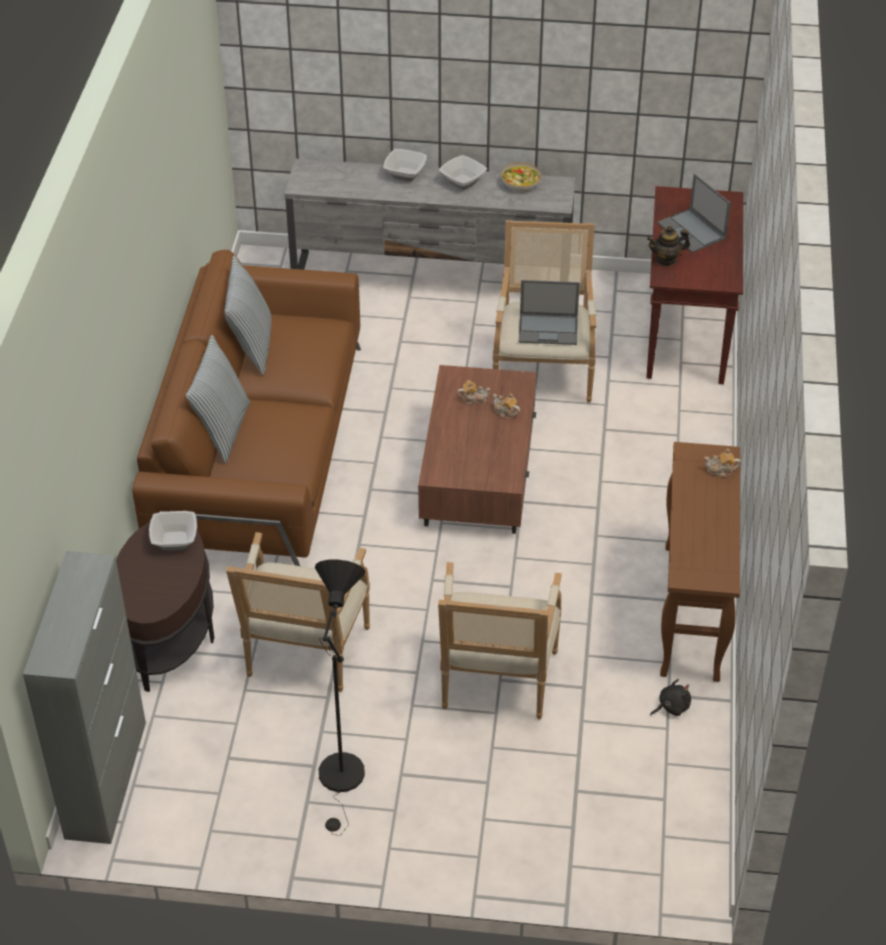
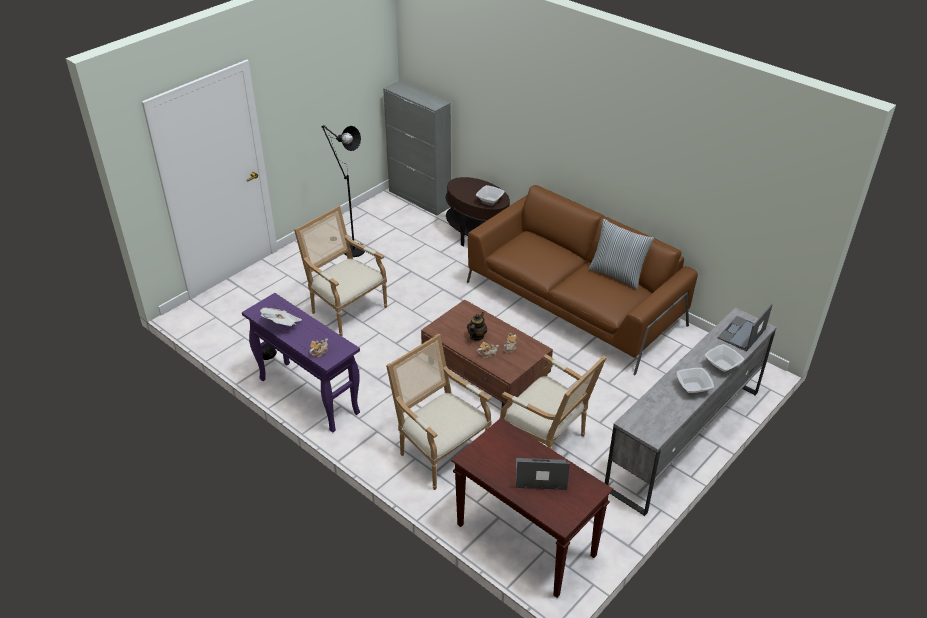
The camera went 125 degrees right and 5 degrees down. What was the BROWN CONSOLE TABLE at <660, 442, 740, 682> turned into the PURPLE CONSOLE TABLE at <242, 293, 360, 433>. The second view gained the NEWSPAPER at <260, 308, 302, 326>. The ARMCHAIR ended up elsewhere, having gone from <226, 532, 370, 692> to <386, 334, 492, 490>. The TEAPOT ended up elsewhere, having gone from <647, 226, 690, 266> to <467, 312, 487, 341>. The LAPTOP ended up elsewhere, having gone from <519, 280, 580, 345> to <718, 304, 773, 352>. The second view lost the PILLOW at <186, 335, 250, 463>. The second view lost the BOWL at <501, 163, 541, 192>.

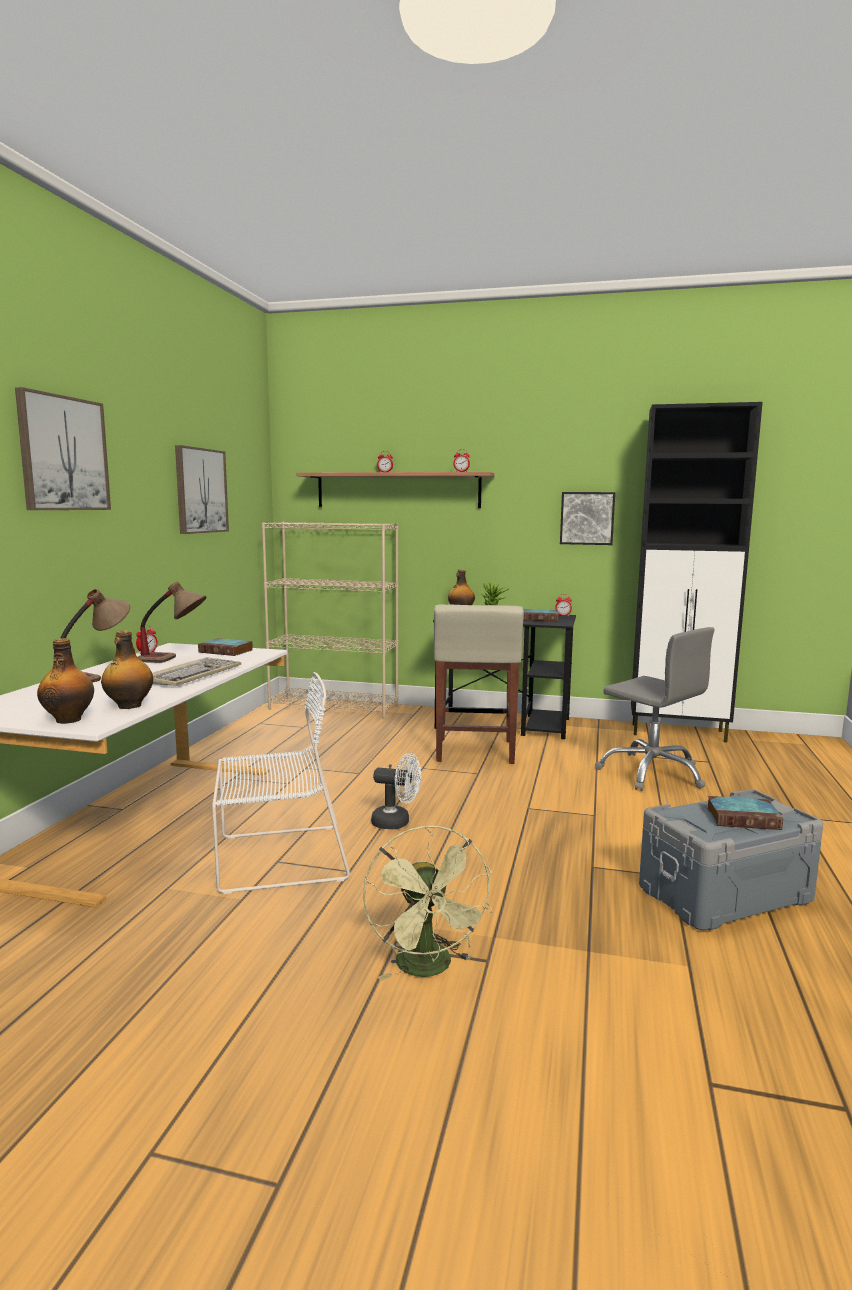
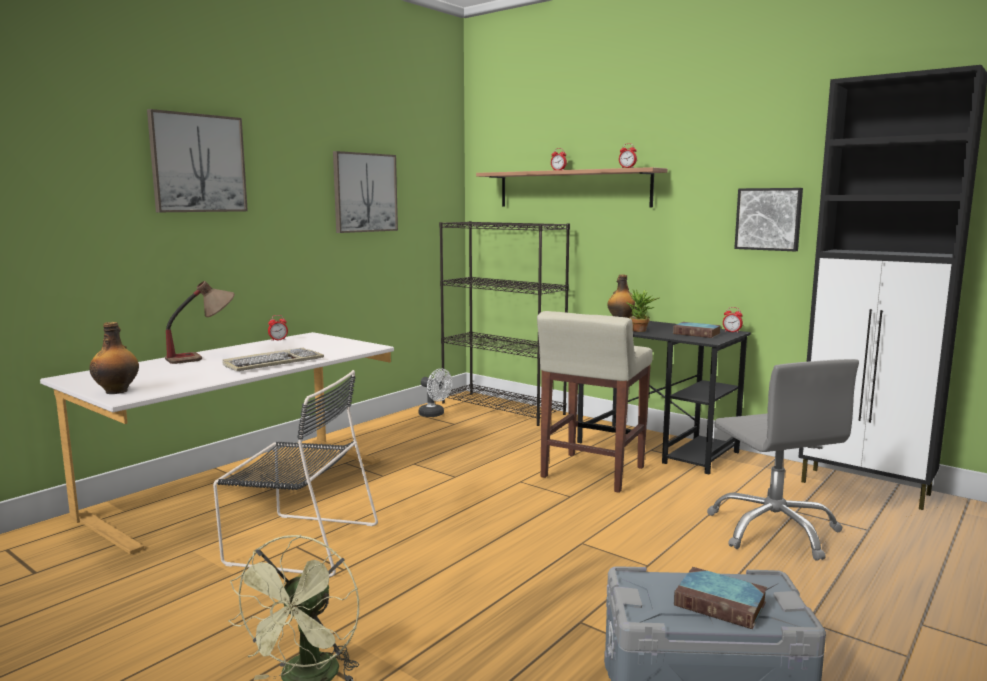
The camera went 25 degrees right and 0 degrees up. What was the WHITE CHAIR at <212, 672, 350, 894> turned into the BLACK CHAIR at <213, 370, 378, 577>. The WHITE FAN ended up elsewhere, having gone from <371, 753, 421, 829> to <418, 368, 452, 417>. What was the BEIGE BOOKCASE at <261, 522, 399, 719> turned into the BLACK BOOKCASE at <439, 221, 570, 426>. The second view lost the BOTTLE at <101, 630, 153, 709>. The second view lost the TABLE LAMP at <138, 582, 207, 663>. The second view lost the BOOK at <198, 638, 253, 656>.

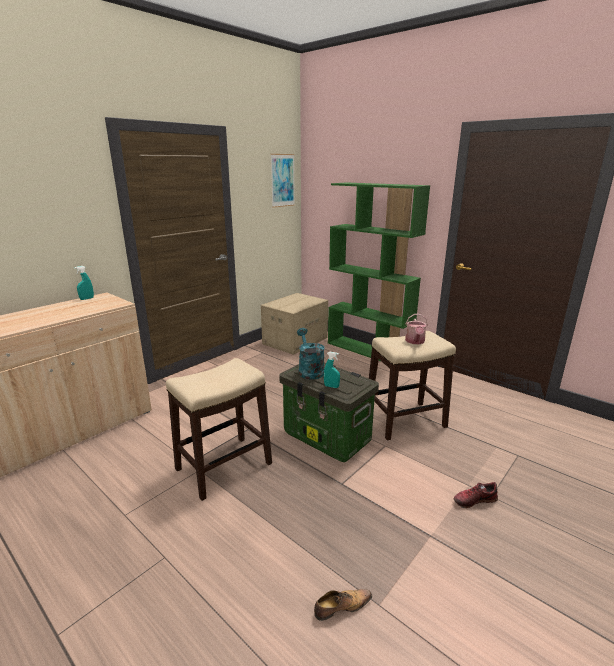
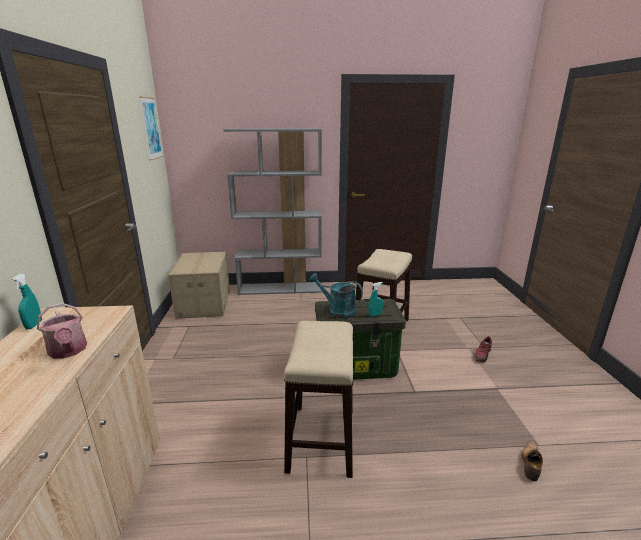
The camera went 45 degrees left and 0 degrees up. The WATERING CAN ended up elsewhere, having gone from <405, 314, 428, 344> to <37, 303, 87, 359>. What was the GREEN BOOKCASE at <328, 182, 430, 361> turned into the GREY BOOKCASE at <223, 128, 322, 295>.

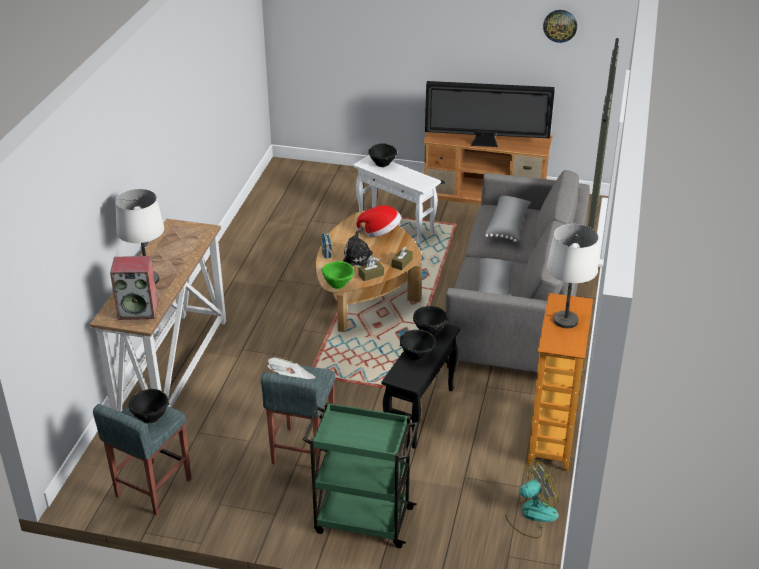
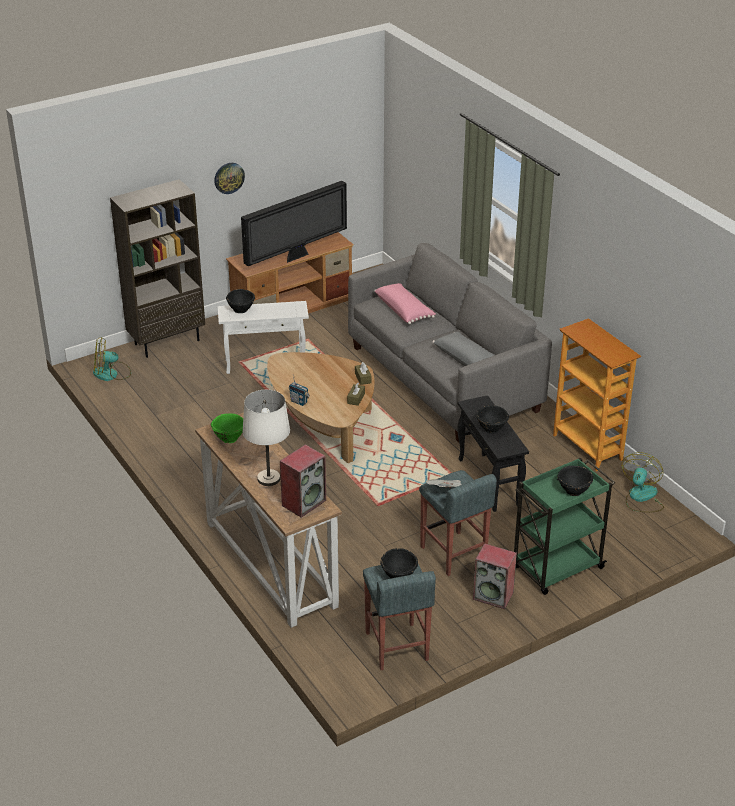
The camera went 45 degrees left and 0 degrees up. The second view gained the FAN at <93, 337, 131, 381>. The second view gained the BROWN BOOKCASE at <110, 179, 205, 358>. The GREEN BOWL ended up elsewhere, having gone from <322, 261, 354, 289> to <211, 413, 243, 443>. The WALL CLOCK ended up elsewhere, having gone from <543, 10, 577, 43> to <214, 163, 245, 194>. What was the GREY PILLOW at <485, 195, 531, 242> turned into the PINK PILLOW at <374, 283, 436, 324>. The second view gained the SPEAKER at <473, 543, 517, 609>. The BLACK BOWL ended up elsewhere, having gone from <413, 306, 448, 336> to <557, 466, 593, 496>. The second view lost the PLUSH TOY at <343, 231, 382, 266>. The second view lost the HAT at <356, 205, 401, 237>. The second view lost the WHITE TABLE LAMP at <546, 224, 599, 328>.

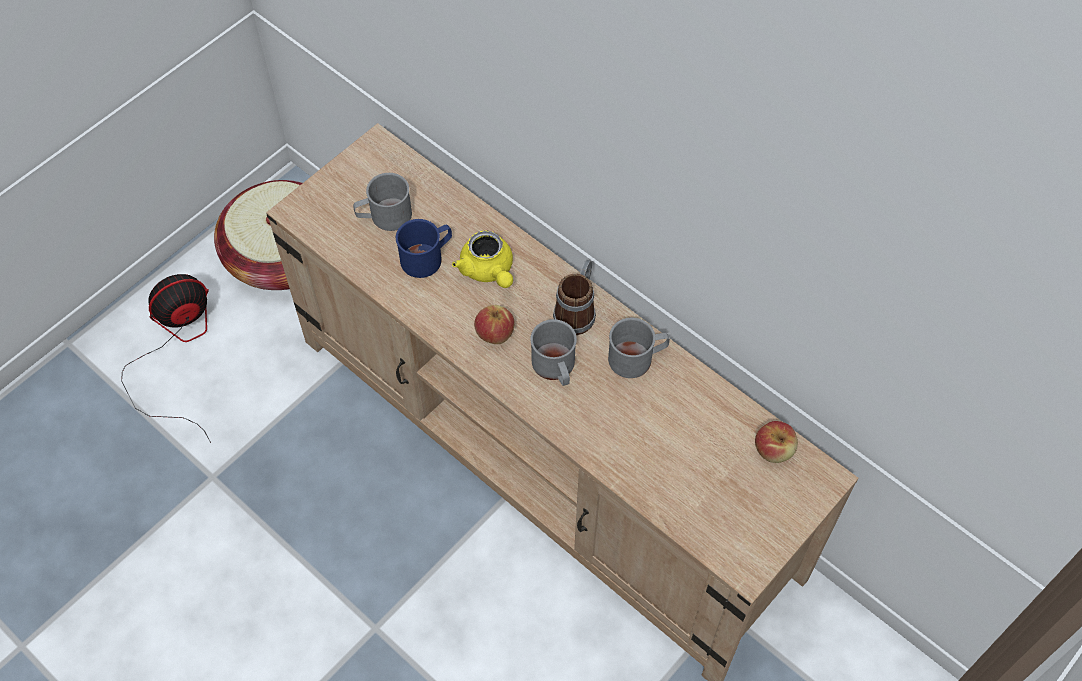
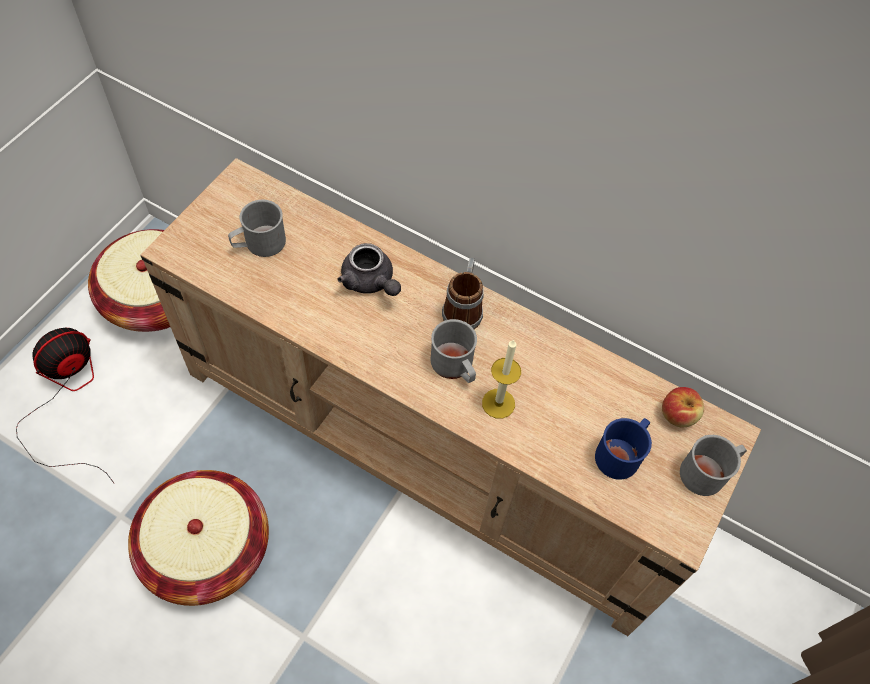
The camera went 15 degrees left and 0 degrees up. The second view gained the BASKET at <128, 470, 269, 606>. What was the YELLOW TEAPOT at <452, 230, 513, 288> turned into the GREY TEAPOT at <338, 243, 401, 296>. The second view gained the CANDLE at <482, 339, 521, 419>. The BLUE MUG ended up elsewhere, having gone from <396, 219, 452, 278> to <595, 418, 652, 480>. The GREY MUG ended up elsewhere, having gone from <608, 318, 670, 378> to <680, 435, 747, 496>. The second view lost the APPLE at <474, 305, 515, 344>.

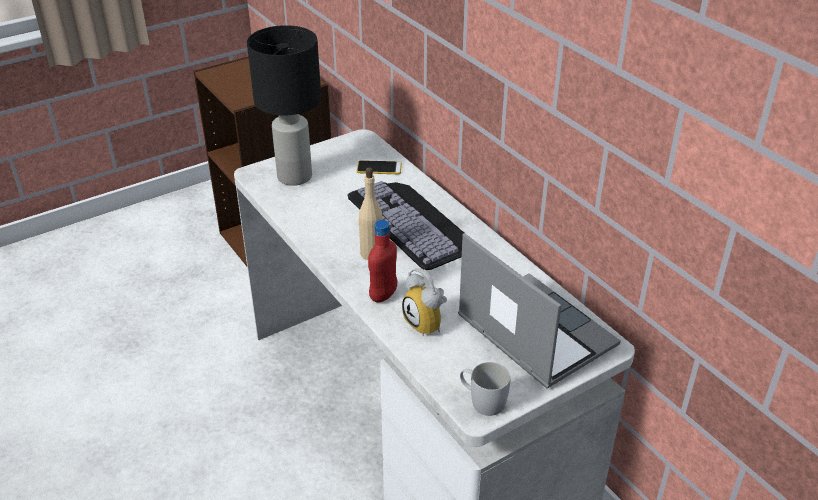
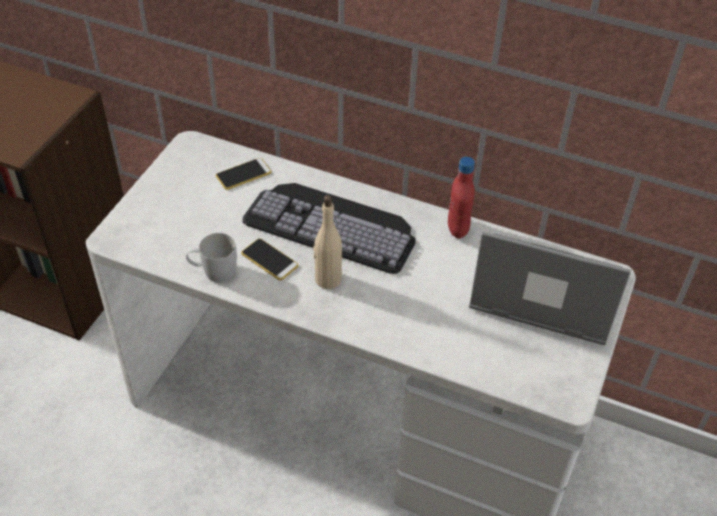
The camera went 35 degrees left and 10 degrees up. The WHITE MUG ended up elsewhere, having gone from <460, 362, 511, 416> to <186, 233, 237, 282>. The second view gained the PHONE at <241, 238, 299, 280>. The RED BOTTLE ended up elsewhere, having gone from <368, 220, 397, 303> to <448, 157, 475, 238>. The second view lost the BLACK TABLE LAMP at <247, 25, 321, 186>. The second view lost the ALARM CLOCK at <402, 268, 447, 336>.

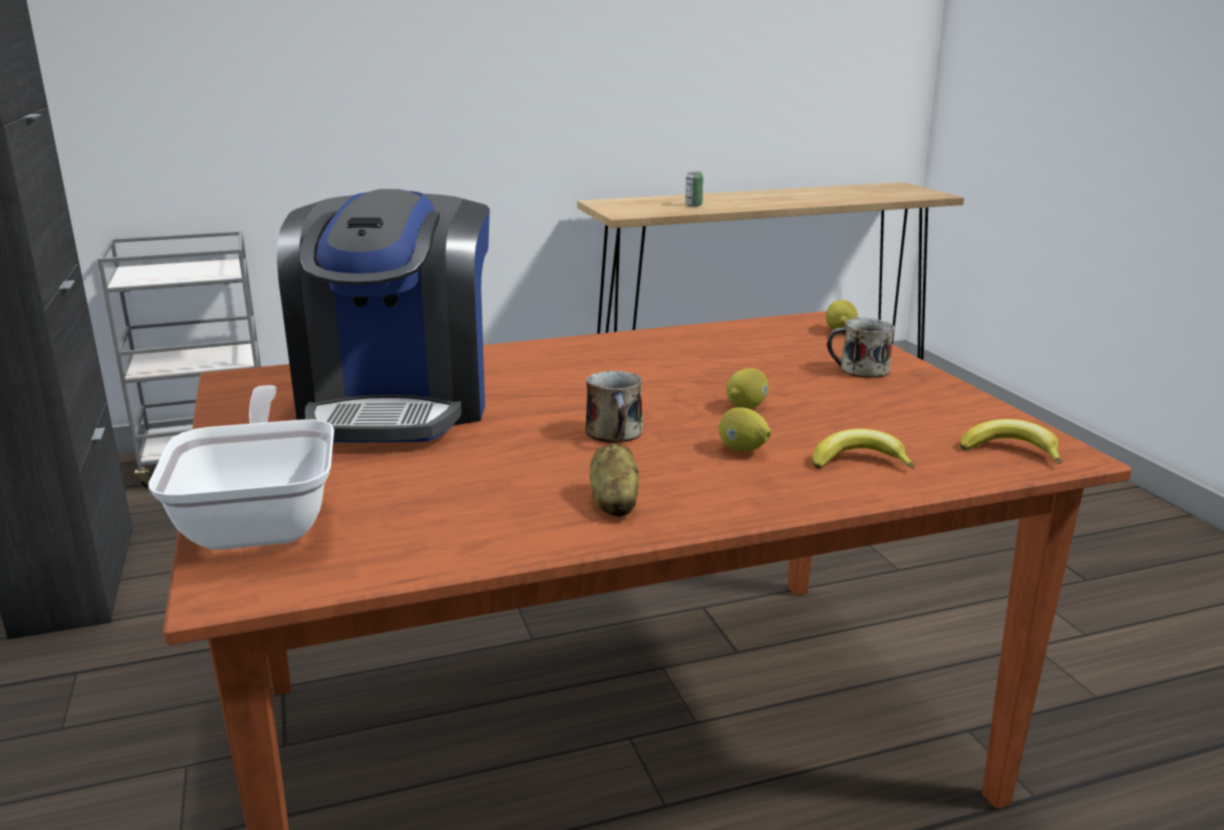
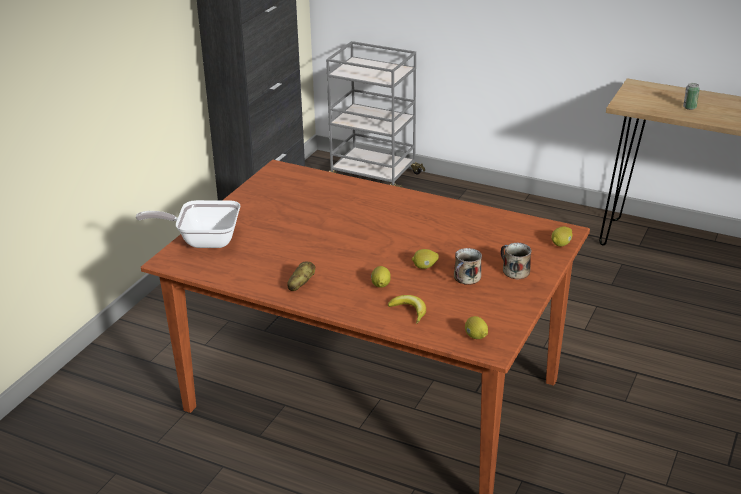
The camera went 45 degrees right and 10 degrees up. The FRYING PAN at <148, 385, 334, 550> ended up facing another way, 120 degrees counterclockwise from before. The MUG ended up elsewhere, having gone from <586, 371, 643, 443> to <454, 248, 482, 285>. Where the BANANA stood at <960, 419, 1062, 464>, the LEMON came to stand at <465, 316, 488, 339>. The second view lost the COFFEE MACHINE at <277, 189, 490, 442>.

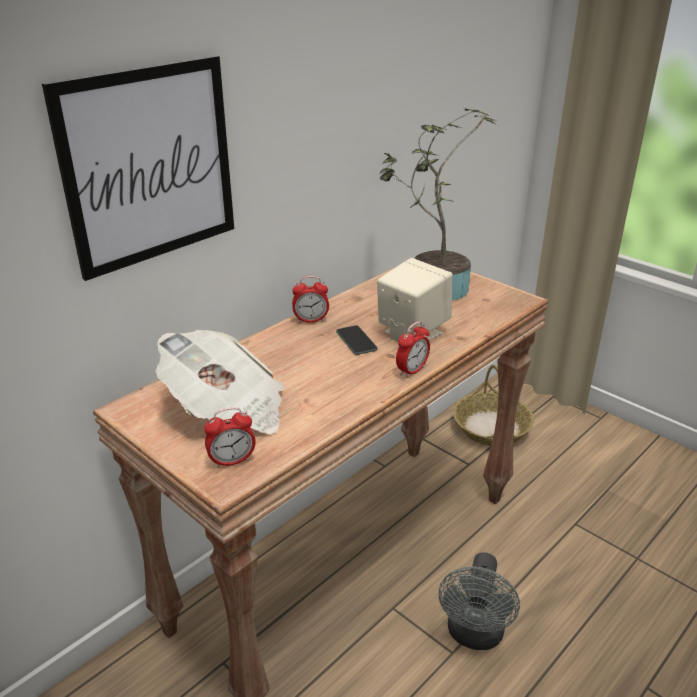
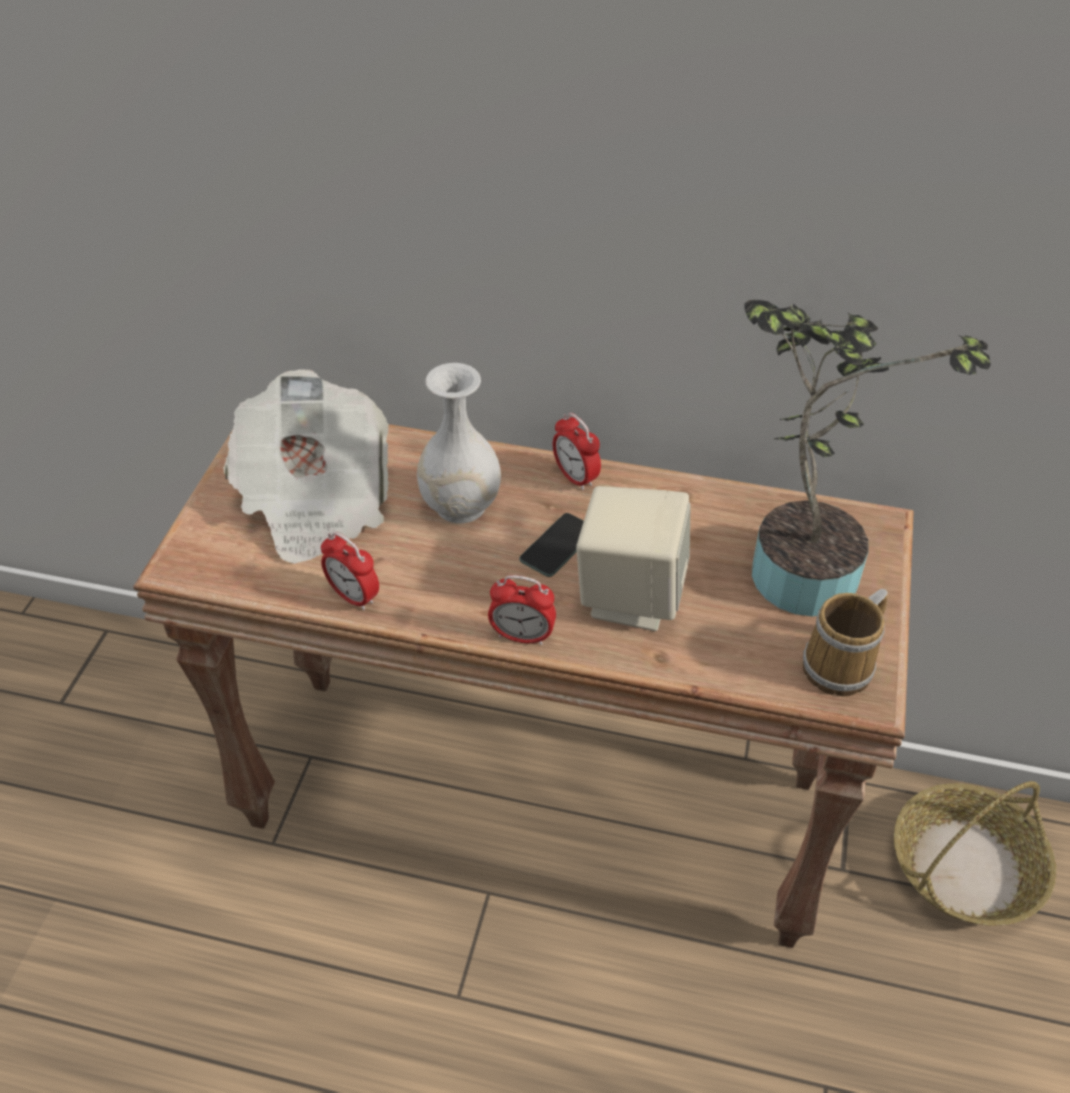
The camera went 60 degrees right and 15 degrees up. The ALARM CLOCK ended up elsewhere, having gone from <204, 407, 256, 468> to <321, 532, 379, 610>. The second view gained the WHITE VASE at <417, 363, 501, 524>. The second view gained the MUG at <803, 589, 887, 696>. The second view lost the PICTURE at <42, 56, 234, 281>. The second view lost the GREY FAN at <439, 552, 520, 650>.

